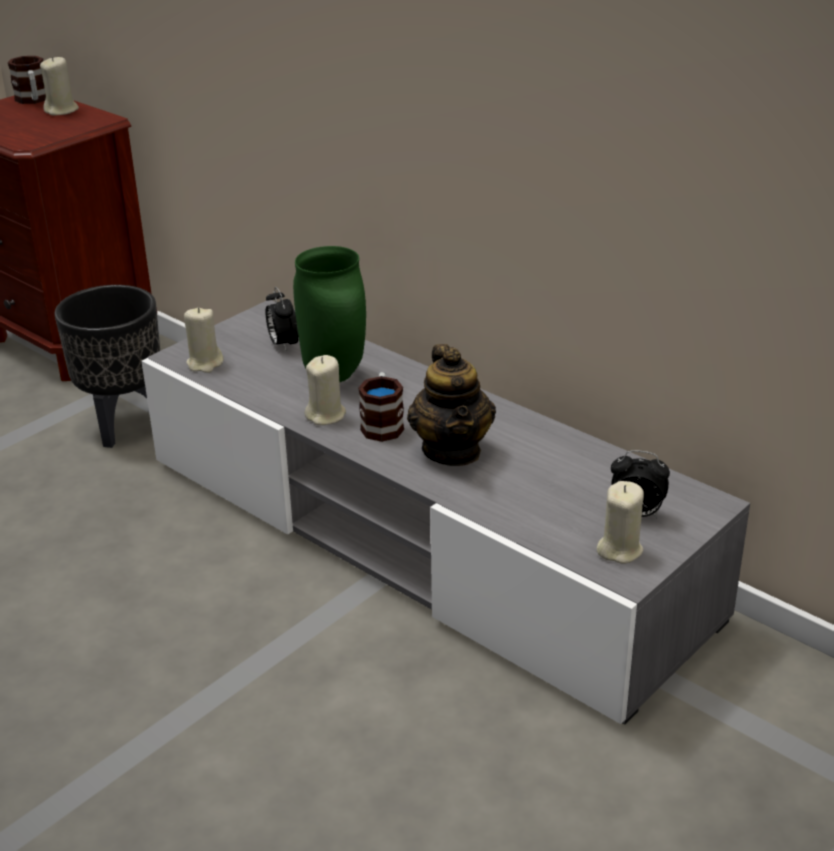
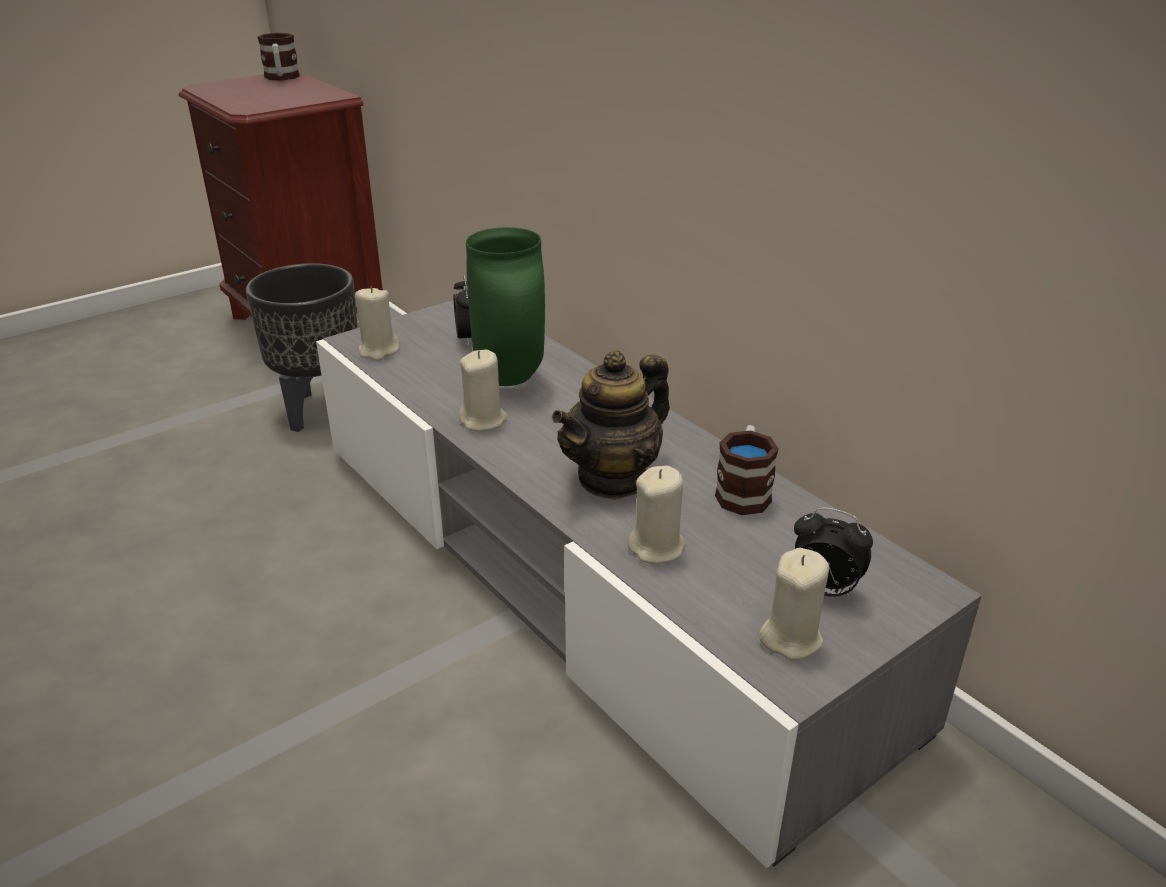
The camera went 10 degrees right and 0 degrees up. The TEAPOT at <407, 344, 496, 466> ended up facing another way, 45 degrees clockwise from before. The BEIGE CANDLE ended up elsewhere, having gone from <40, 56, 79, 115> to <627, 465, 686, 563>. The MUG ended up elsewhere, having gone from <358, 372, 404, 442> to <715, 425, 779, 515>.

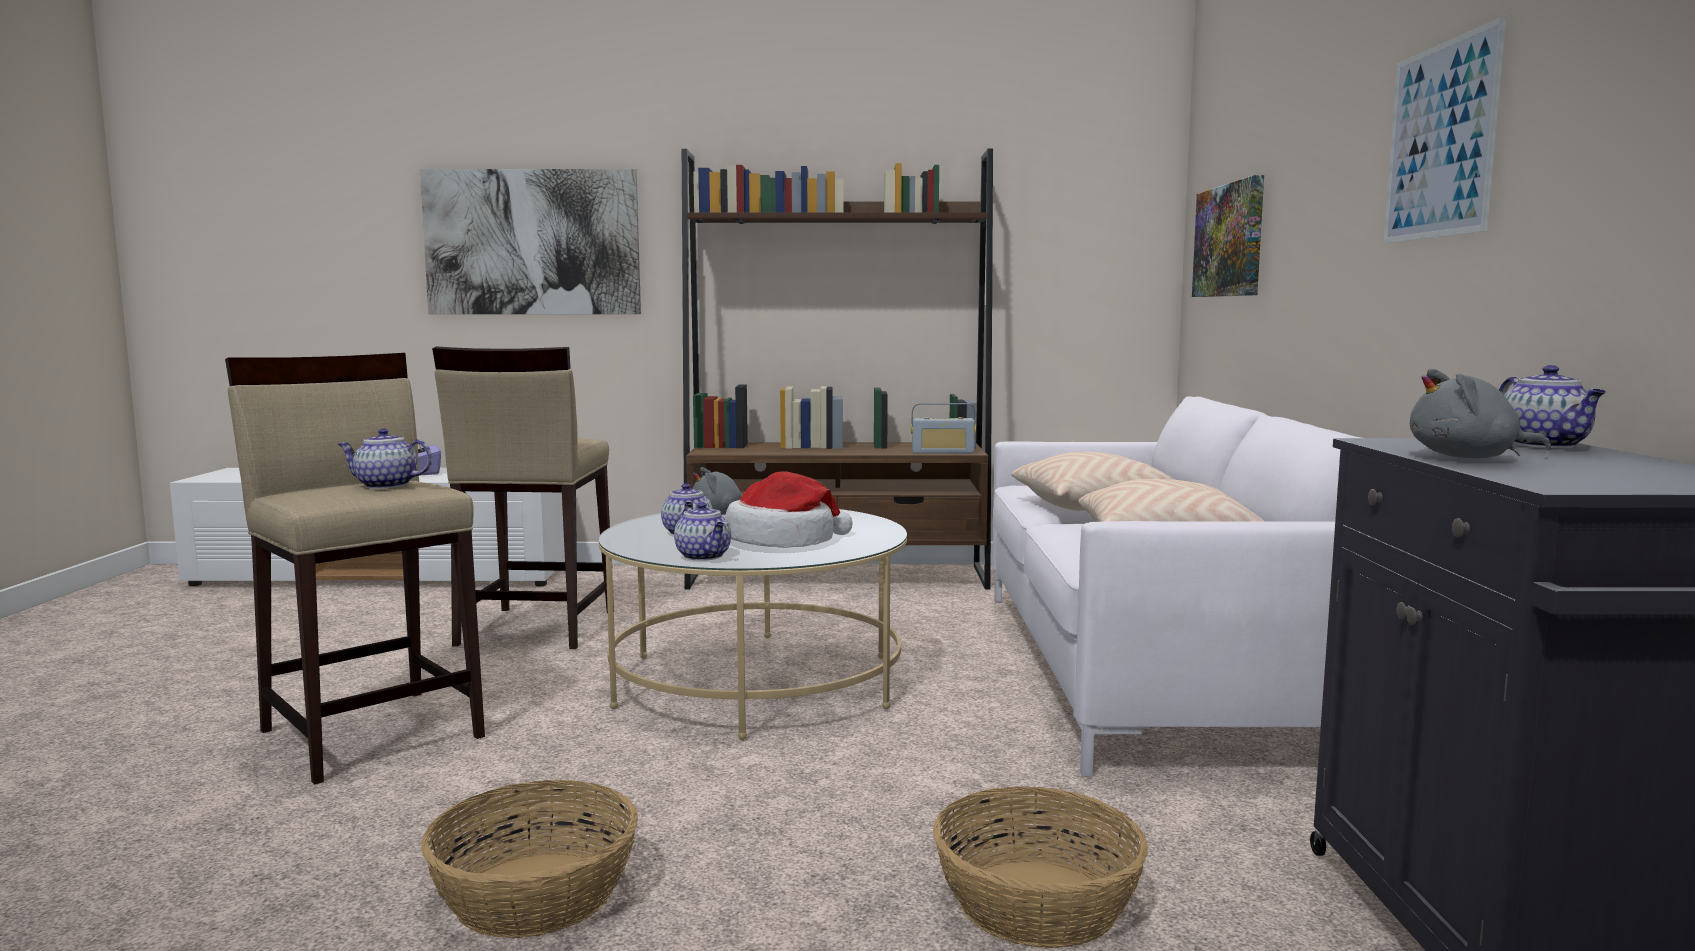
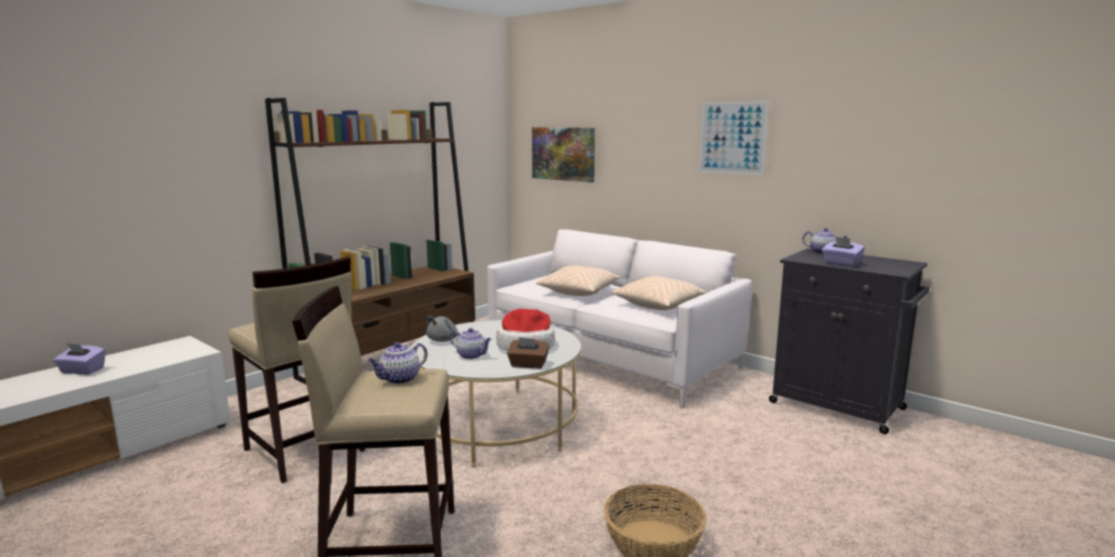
The camera went 50 degrees left and 5 degrees up. Where the TEAPOT stood at <674, 502, 731, 561>, the BROWN TISSUE BOX came to stand at <507, 337, 550, 369>. Where the GREY PLUSH TOY stood at <1410, 369, 1551, 458>, the PURPLE TISSUE BOX came to stand at <822, 236, 865, 267>. The second view lost the PICTURE at <420, 169, 641, 314>. The second view lost the RADIO at <911, 403, 976, 454>. The second view lost the BASKET at <933, 786, 1148, 948>.

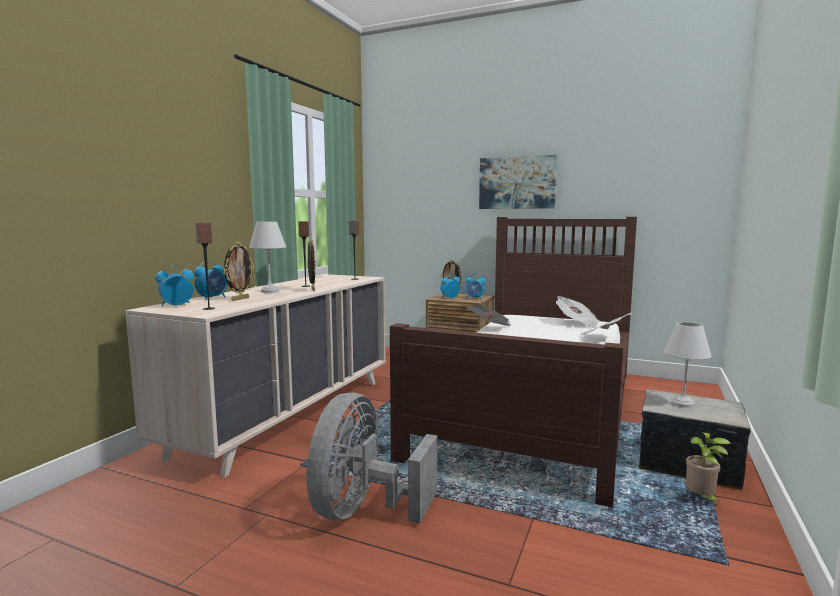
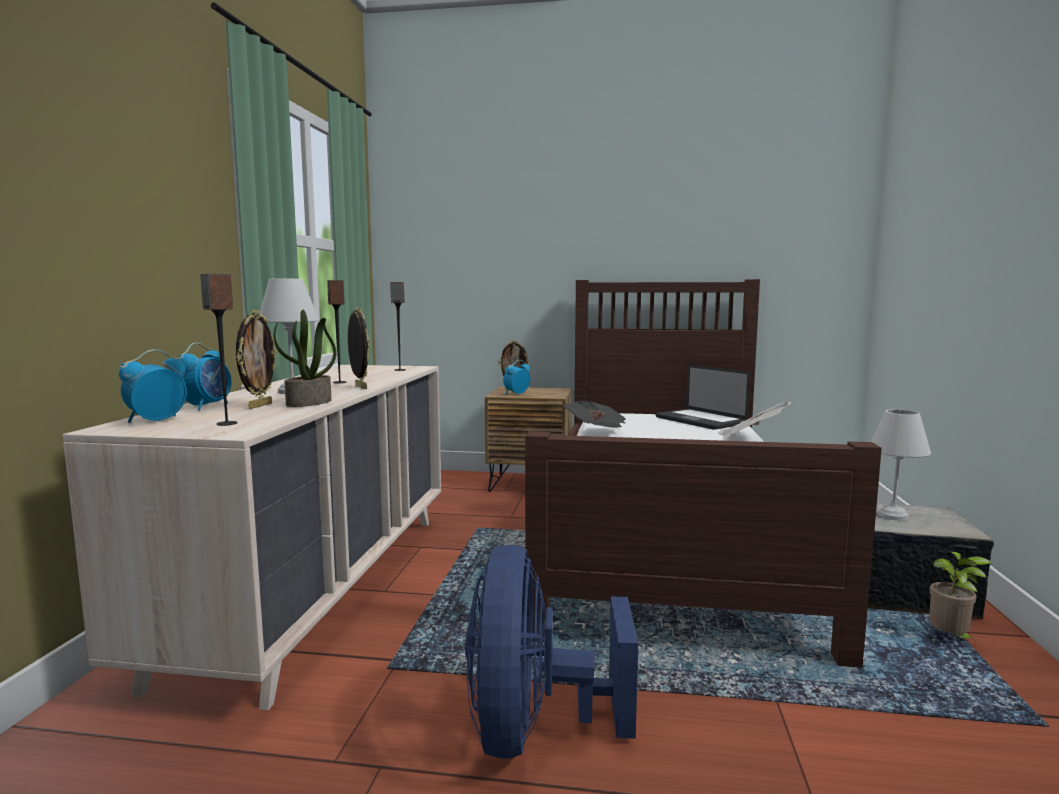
The camera went 15 degrees left and 0 degrees up. The second view gained the POTTED PLANT at <273, 310, 337, 407>. What was the GREY FAN at <306, 392, 437, 524> turned into the BLUE FAN at <465, 545, 638, 759>. Where the NEWSPAPER stood at <556, 296, 600, 328>, the LAPTOP came to stand at <656, 365, 750, 430>. The second view lost the ALARM CLOCK at <465, 274, 486, 299>. The second view lost the PICTURE at <479, 155, 557, 209>.

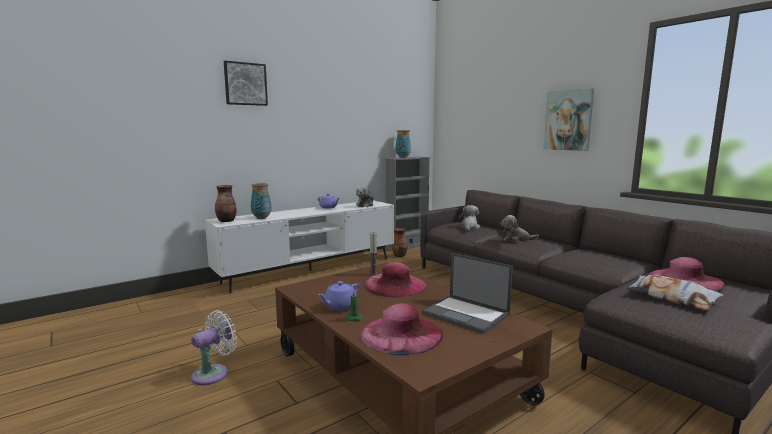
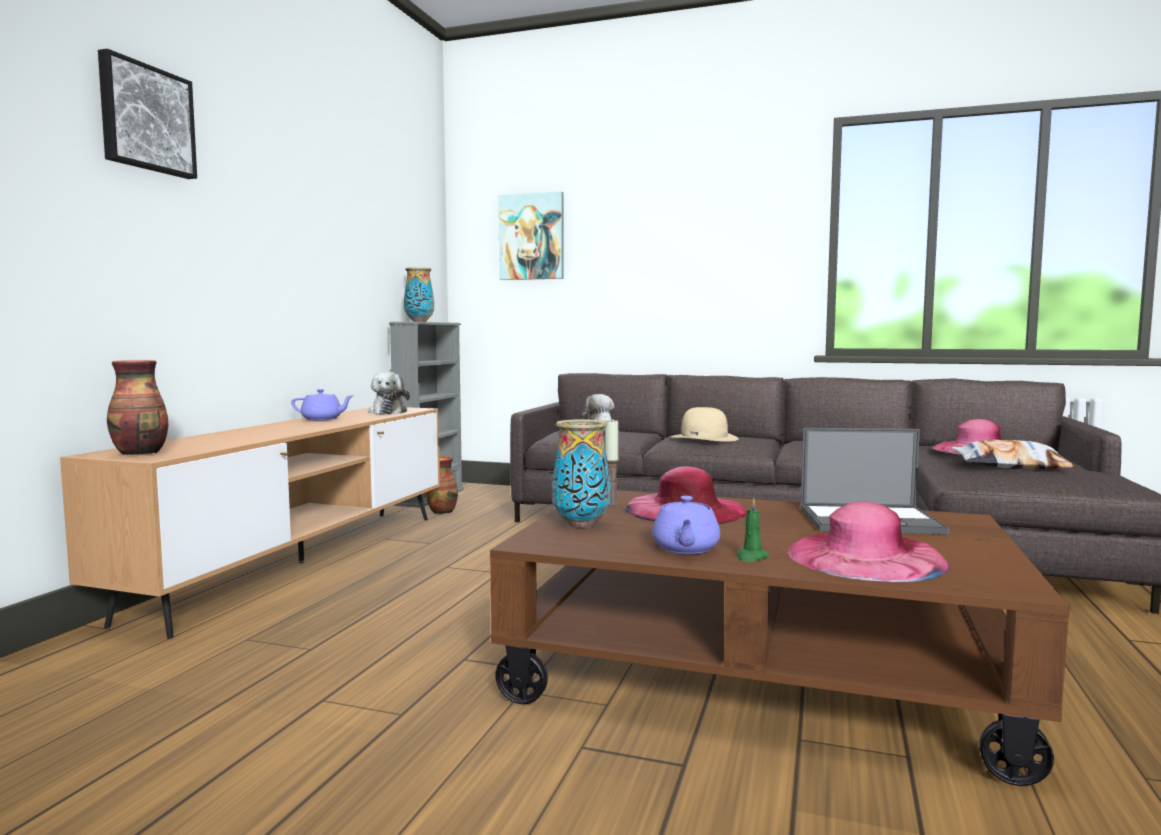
The camera went 35 degrees left and 5 degrees down. What was the WHITE TV STAND at <205, 200, 394, 293> turned into the BROWN TV STAND at <60, 407, 440, 639>. The PICTURE ended up elsewhere, having gone from <543, 88, 594, 151> to <498, 191, 564, 280>. The VASE ended up elsewhere, having gone from <251, 183, 271, 219> to <552, 419, 611, 528>. Where the PLUSH TOY stood at <501, 215, 539, 242>, the BEIGE HAT came to stand at <671, 407, 738, 442>. The second view lost the WHITE FAN at <191, 310, 237, 385>.

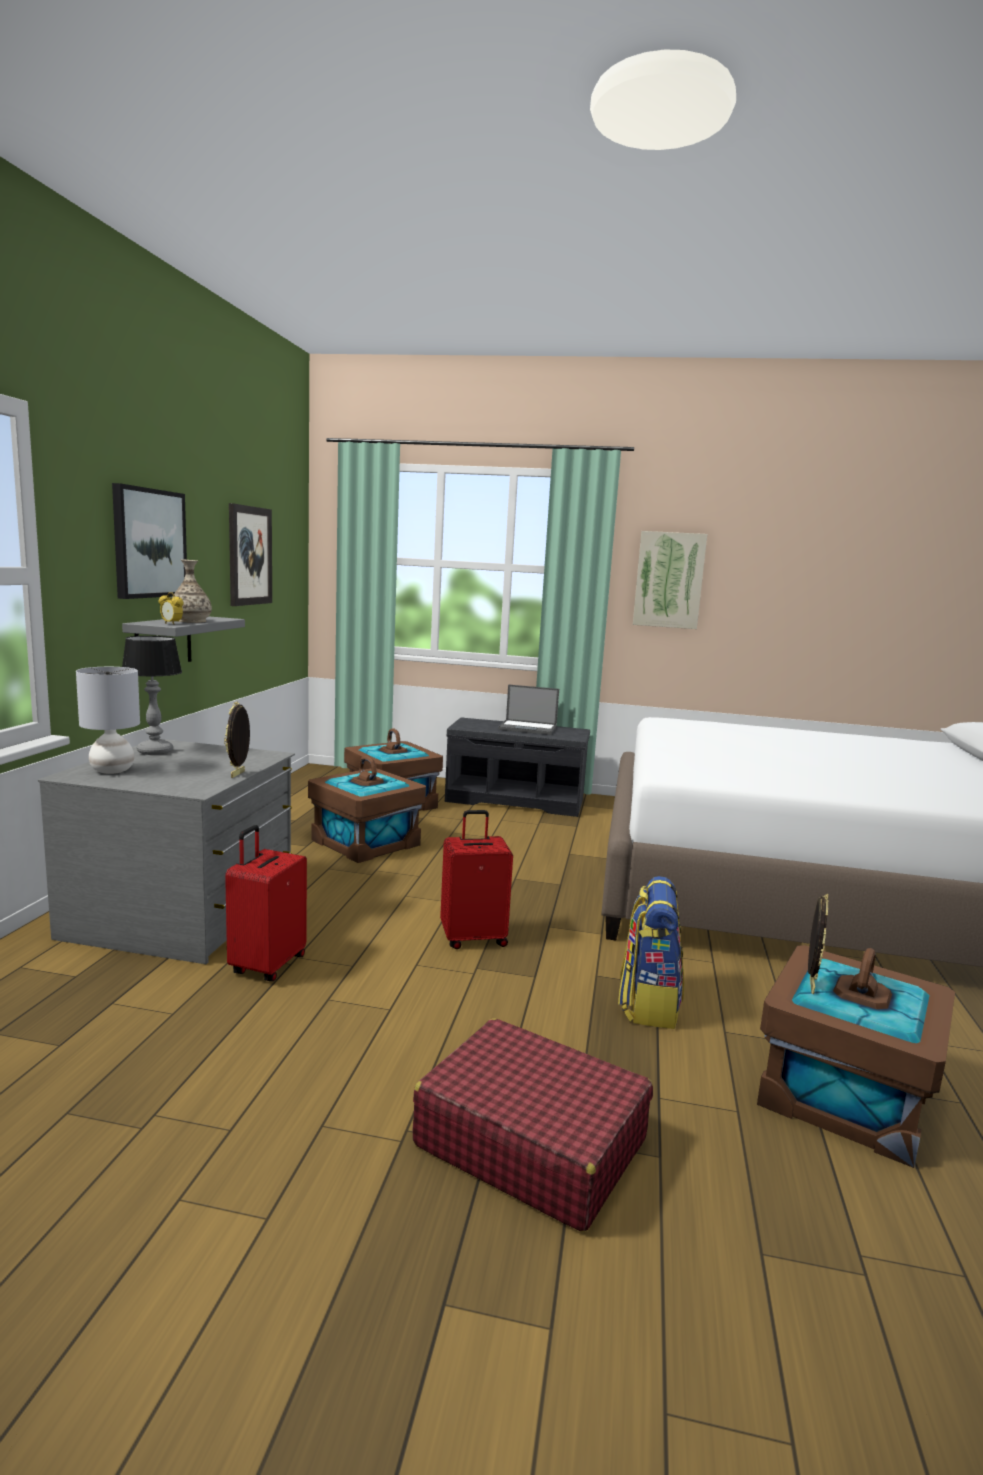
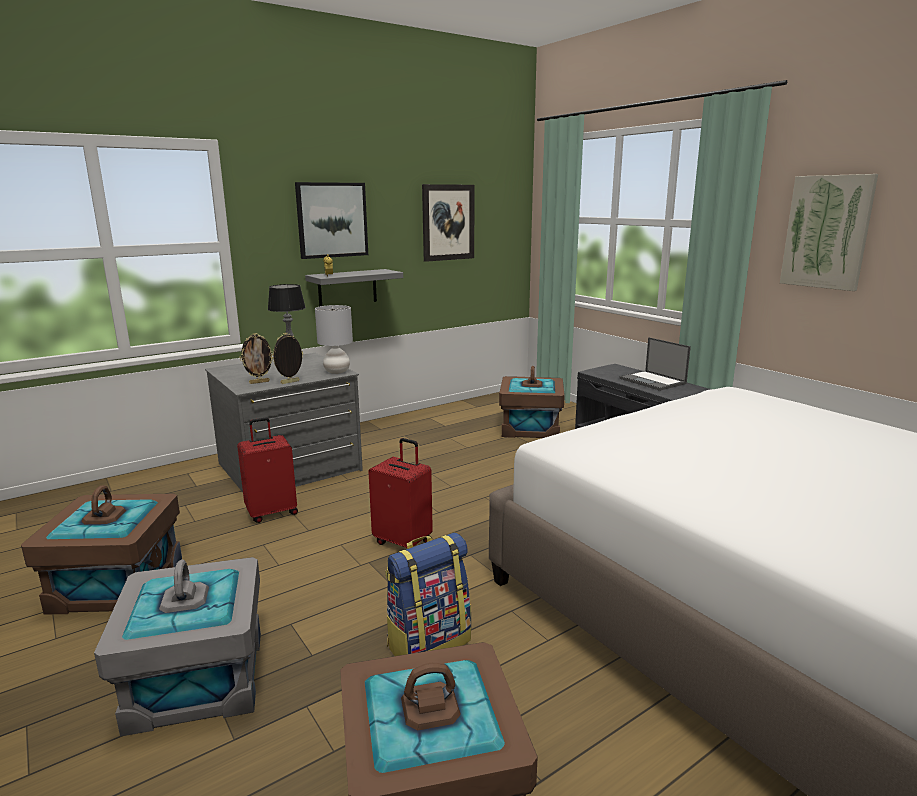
The camera went 45 degrees right and 5 degrees up. The BROWN STORAGE BOX ended up elsewhere, having gone from <308, 756, 426, 863> to <21, 485, 182, 615>. Where the RED SUITCASE stood at <413, 1018, 653, 1232>, the GREY STORAGE BOX came to stand at <94, 557, 261, 737>. The PICTURE FRAME ended up elsewhere, having gone from <808, 894, 829, 994> to <240, 333, 274, 384>. The GREY TABLE LAMP ended up elsewhere, having gone from <76, 667, 140, 774> to <315, 305, 353, 374>. The second view lost the VASE at <172, 559, 212, 623>.

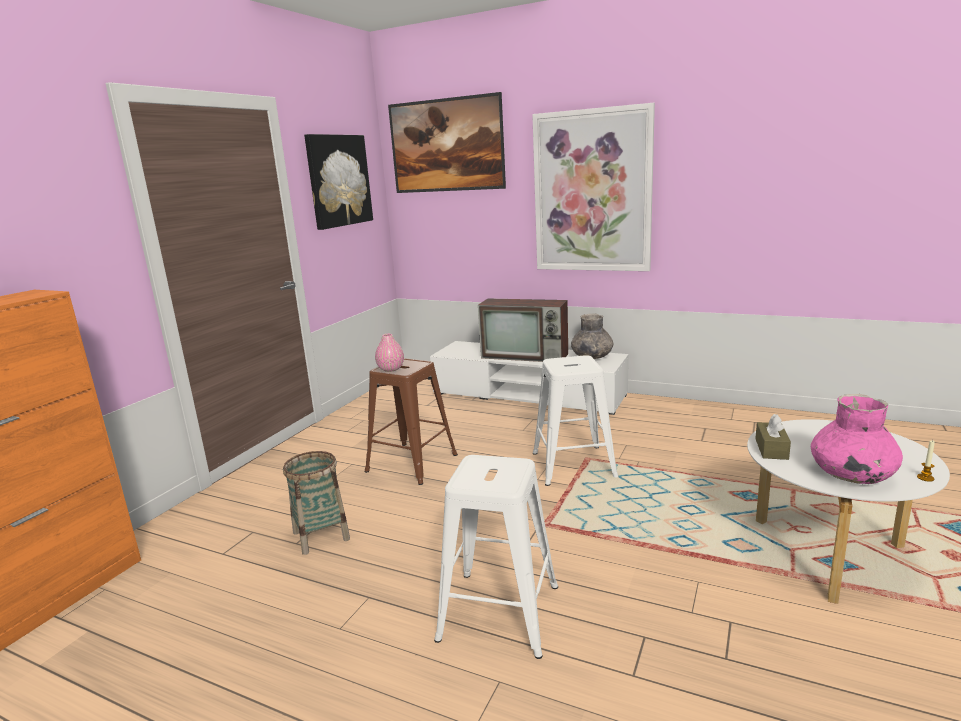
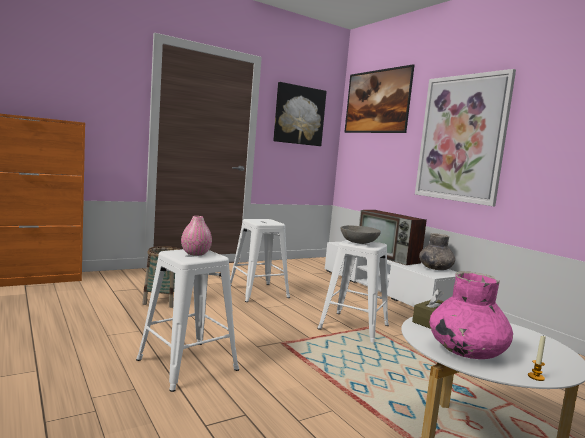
The camera went 30 degrees right and 10 degrees down. The PINK VASE ended up elsewhere, having gone from <375, 334, 404, 372> to <181, 216, 212, 256>. What was the BROWN STOOL at <365, 358, 458, 485> turned into the WHITE STOOL at <230, 219, 290, 302>. The second view gained the GREY BOWL at <340, 225, 381, 244>.

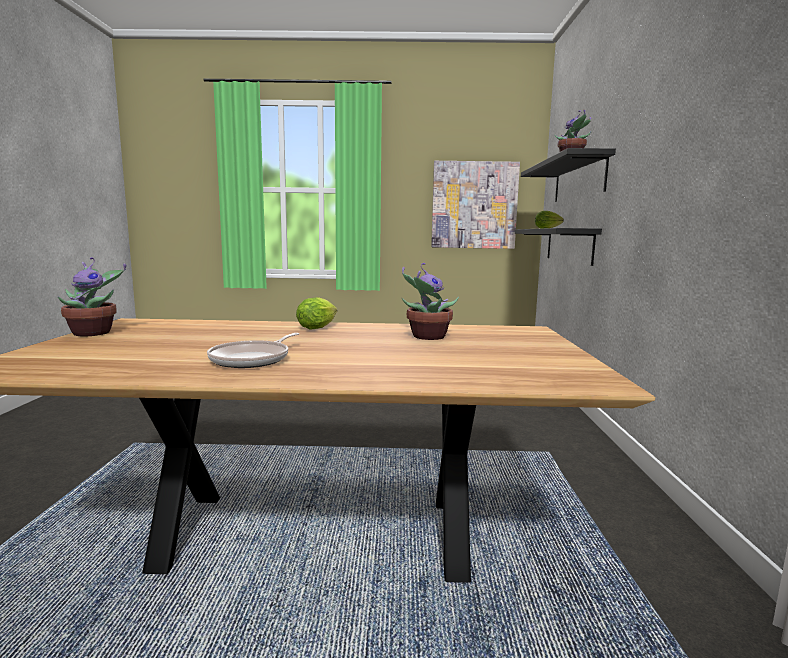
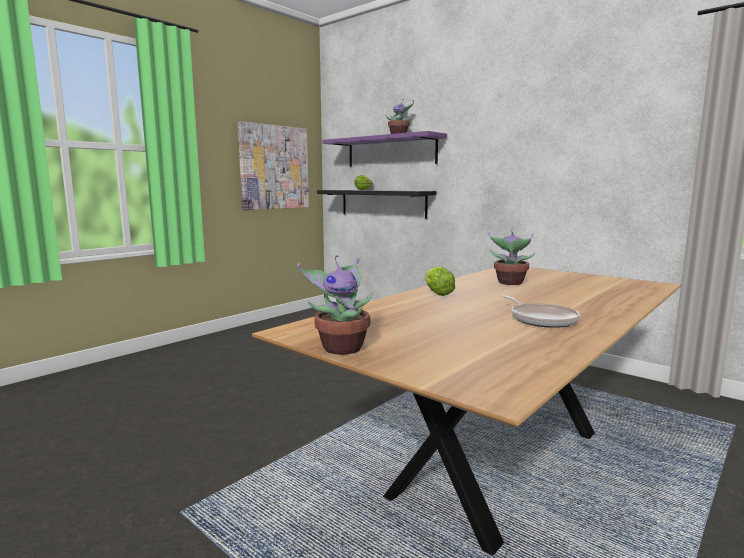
The camera went 50 degrees left and 0 degrees up. What was the BLACK SHELF at <521, 148, 616, 202> turned into the PURPLE SHELF at <323, 131, 447, 167>.

